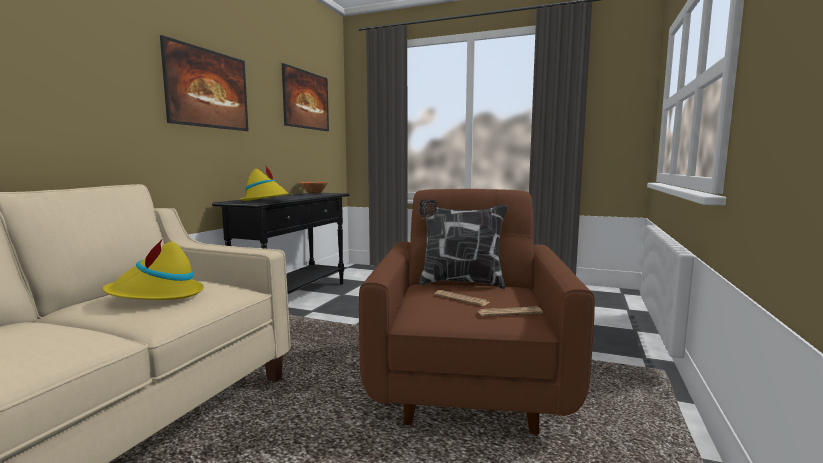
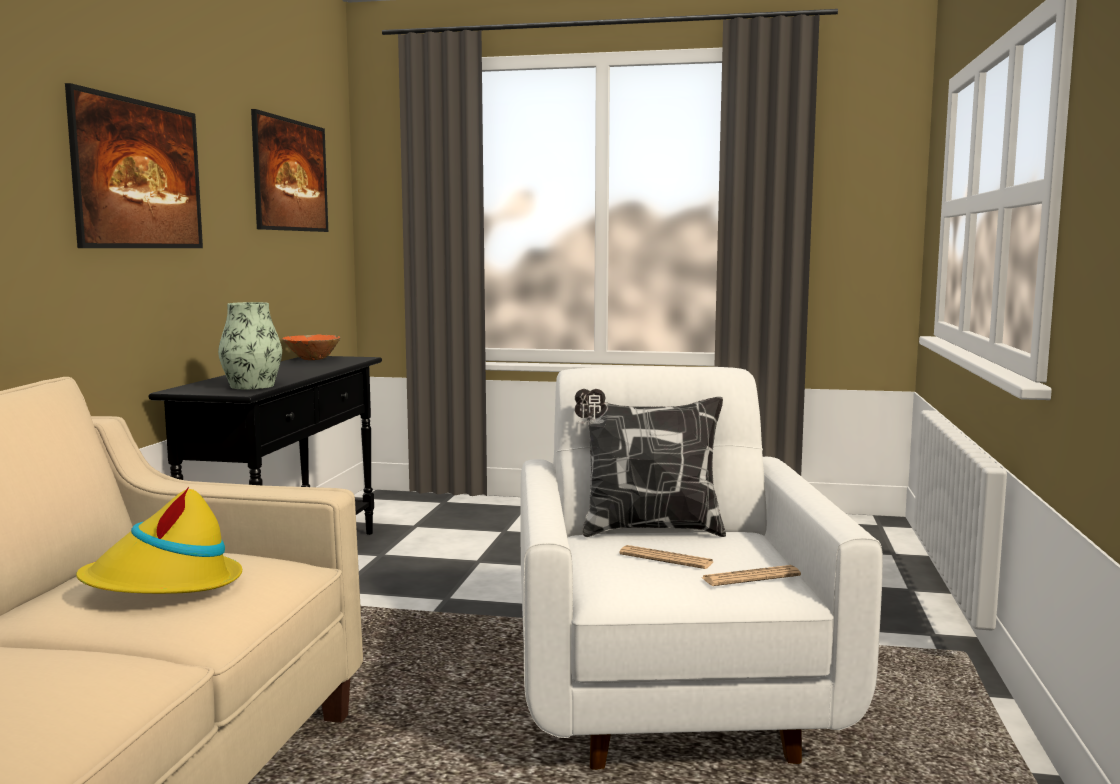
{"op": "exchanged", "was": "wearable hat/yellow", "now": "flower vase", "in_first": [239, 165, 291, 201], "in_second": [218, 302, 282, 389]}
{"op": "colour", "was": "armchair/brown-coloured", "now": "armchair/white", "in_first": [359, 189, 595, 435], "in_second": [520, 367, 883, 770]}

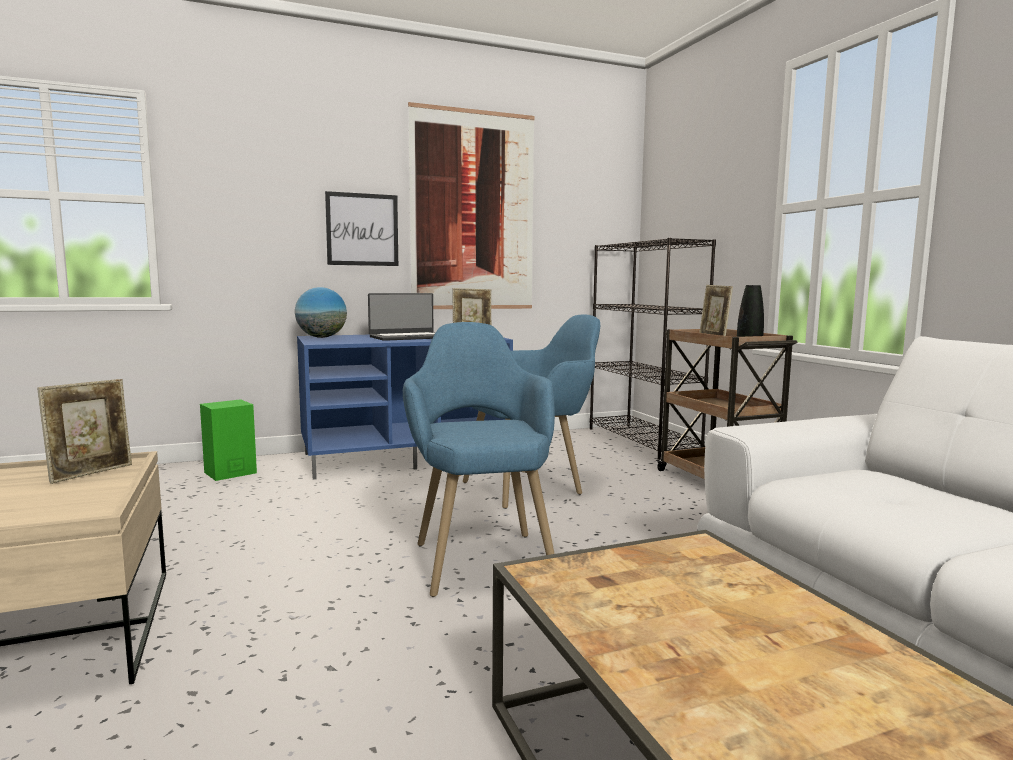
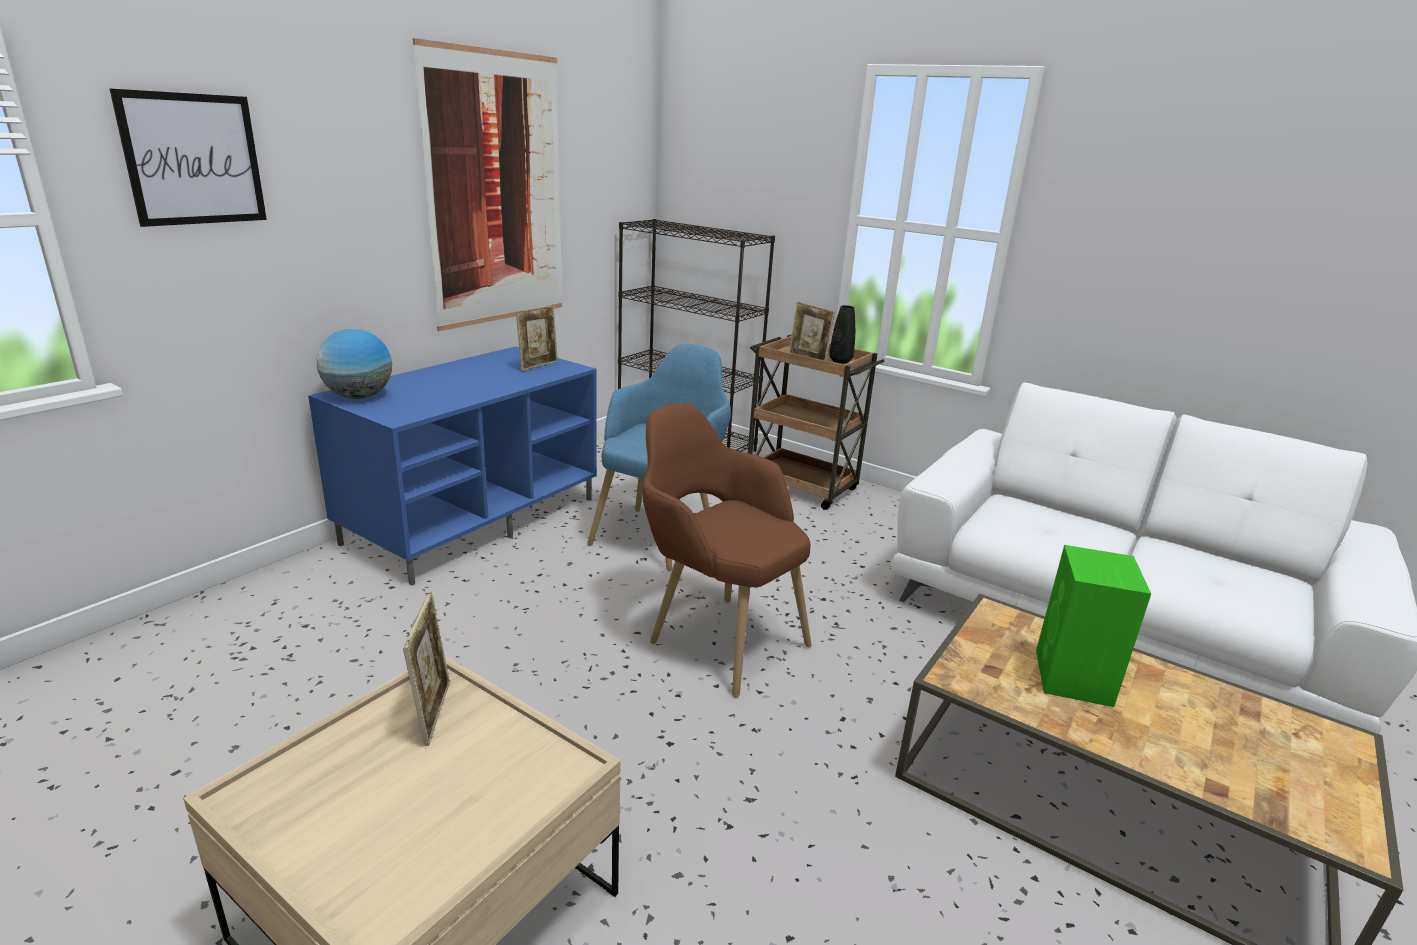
{"op": "relocated", "was": "wall picture", "in_first": [325, 191, 398, 266], "in_second": [109, 88, 267, 227]}
{"op": "colour", "was": "armchair/bluish", "now": "armchair/brown-coloured", "in_first": [403, 322, 555, 597], "in_second": [643, 403, 812, 697]}
{"op": "relocated", "was": "speaker/greenish", "in_first": [200, 399, 257, 481], "in_second": [1036, 545, 1151, 707]}
{"op": "missing", "was": "laptop", "in_first": [368, 293, 435, 341]}

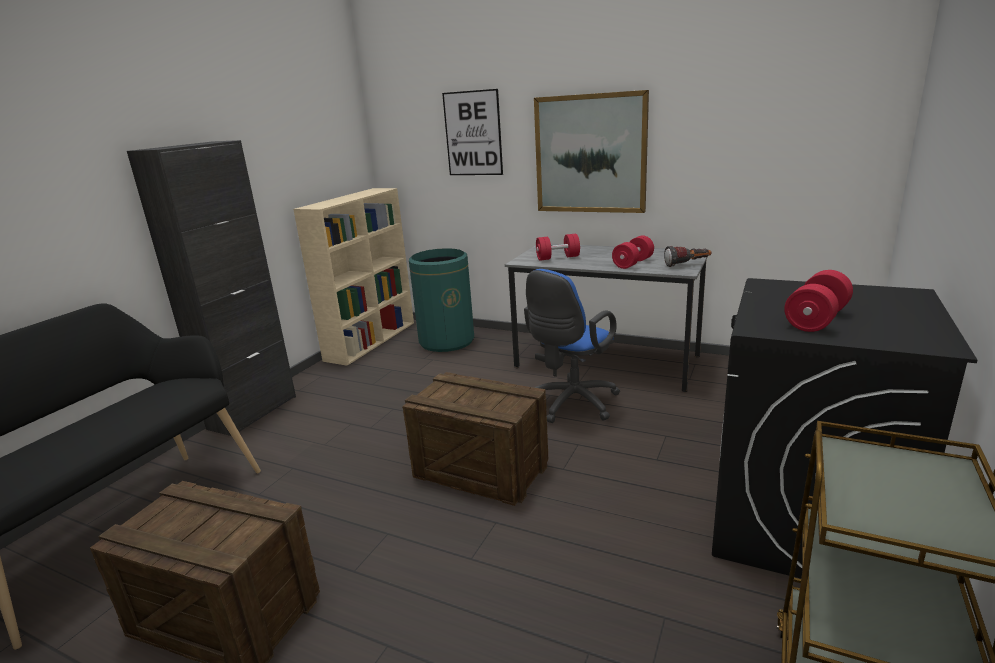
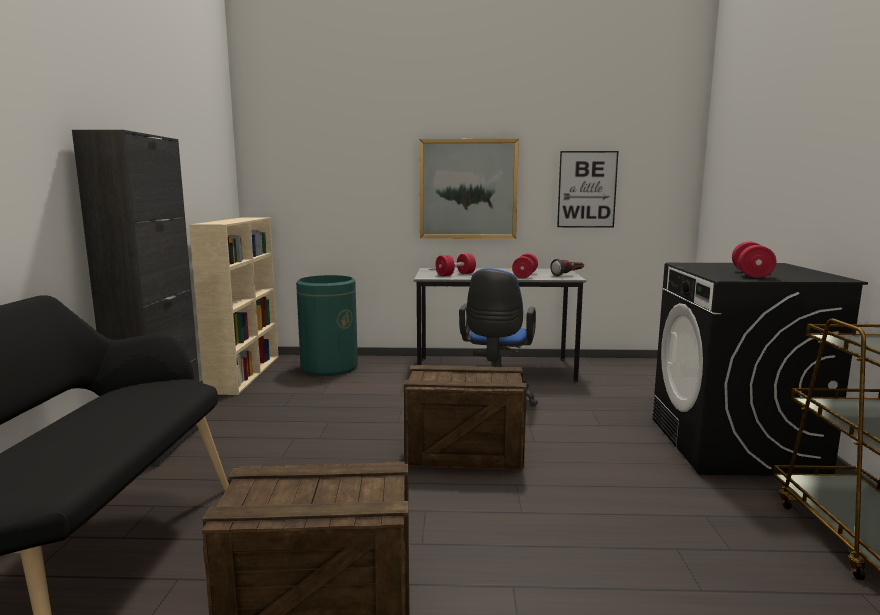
{"op": "relocated", "was": "wall picture", "in_first": [442, 89, 503, 175], "in_second": [557, 151, 618, 227]}

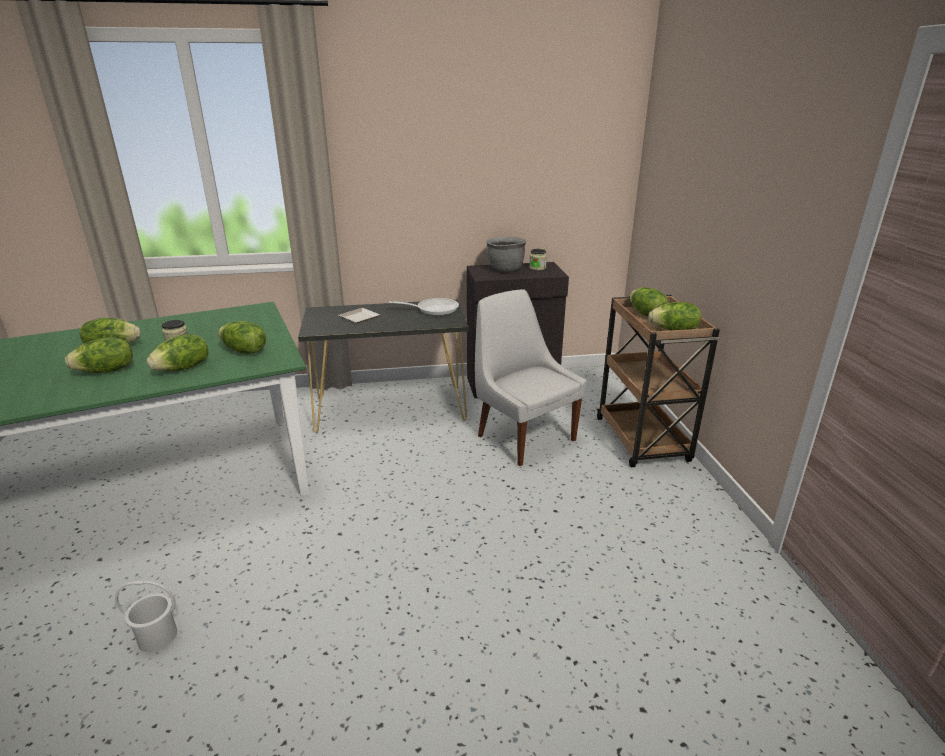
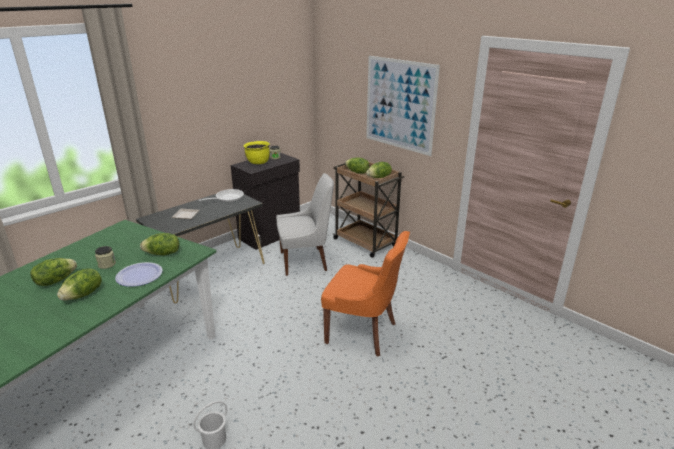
{"op": "exchanged", "was": "head of lettuce", "now": "dinner plate", "in_first": [147, 334, 209, 371], "in_second": [115, 262, 162, 287]}
{"op": "colour", "was": "cooking pot/greyish", "now": "cooking pot/yellow", "in_first": [486, 237, 526, 272], "in_second": [244, 141, 270, 164]}
{"op": "spun", "was": "plain chair/white", "in_first": [475, 289, 587, 466], "in_second": [276, 173, 334, 276], "clockwise": 150}
{"op": "appeared", "now": "plain chair/orange-coloured", "in_second": [321, 231, 410, 357]}
{"op": "appeared", "now": "wall picture", "in_second": [366, 56, 440, 156]}

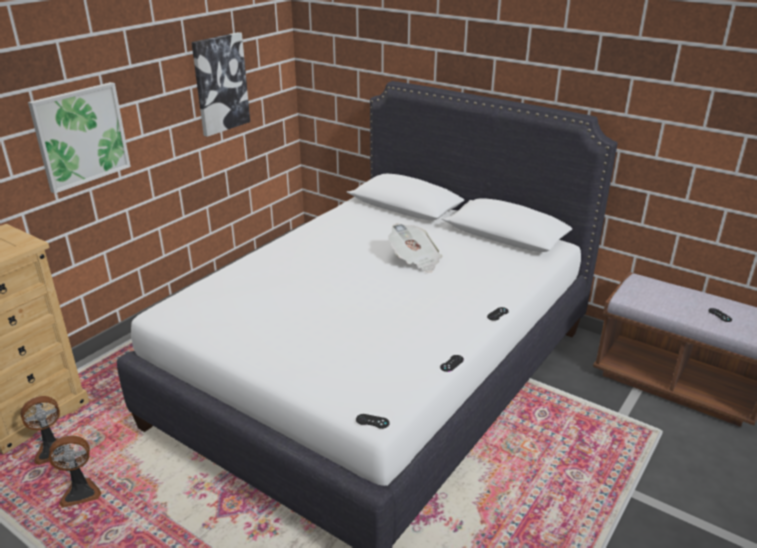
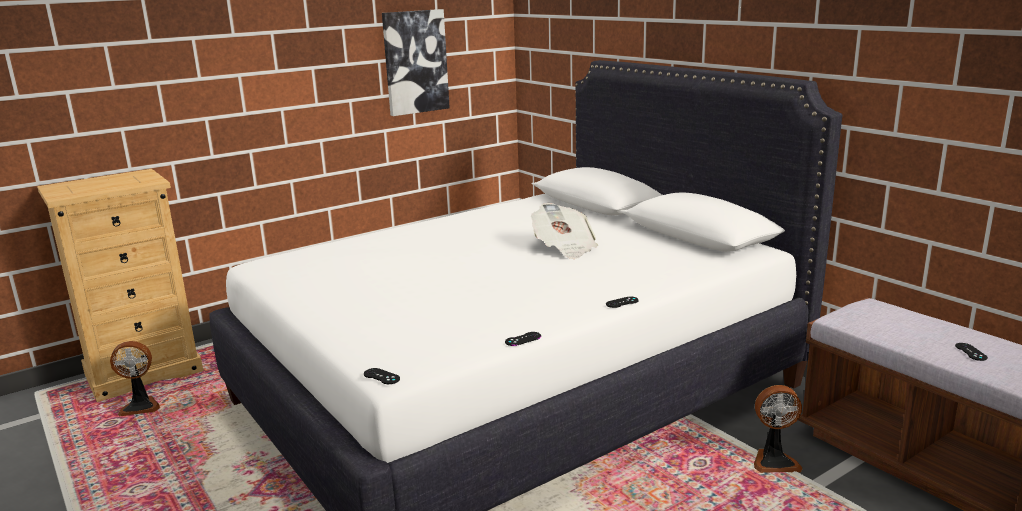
{"op": "relocated", "was": "cooling fan", "in_first": [49, 435, 101, 508], "in_second": [754, 385, 802, 473]}
{"op": "missing", "was": "wall picture", "in_first": [28, 82, 131, 194]}

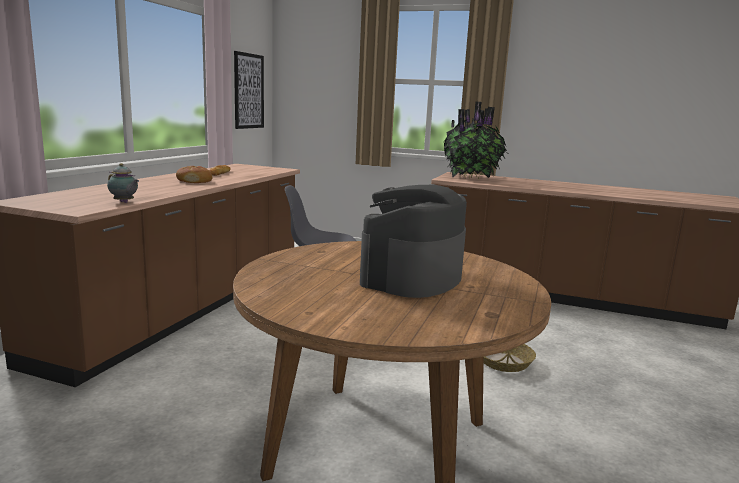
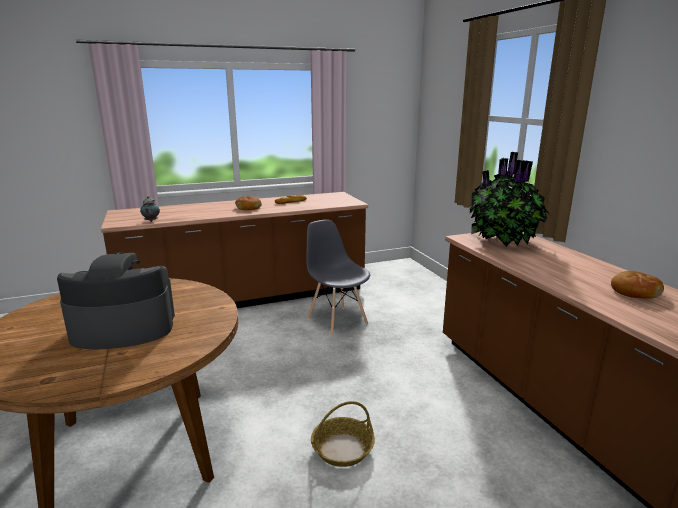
{"op": "appeared", "now": "bakery bread", "in_second": [611, 271, 664, 299]}
{"op": "missing", "was": "wall picture", "in_first": [234, 51, 264, 129]}

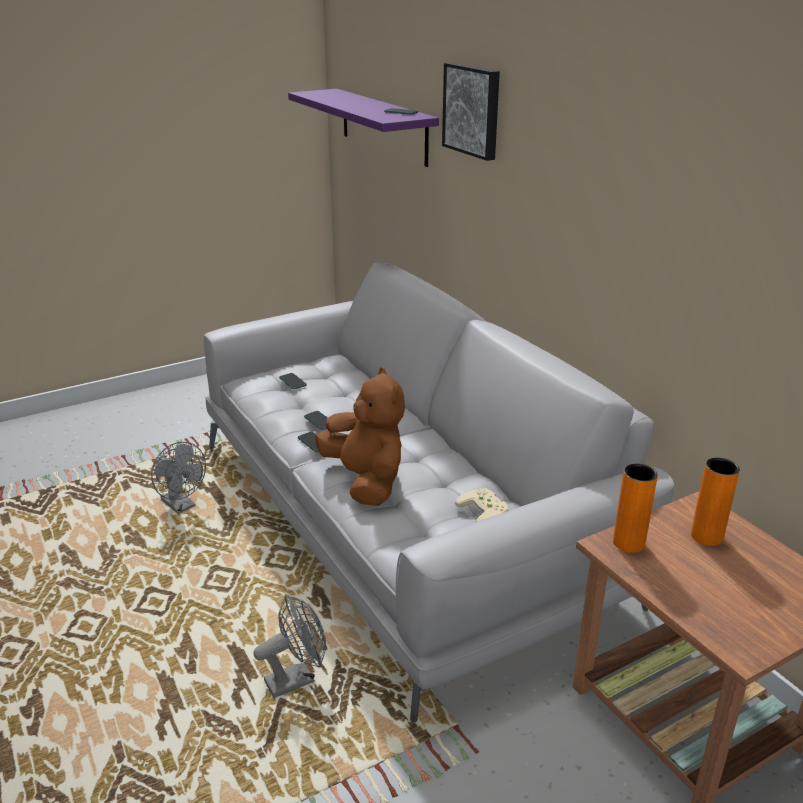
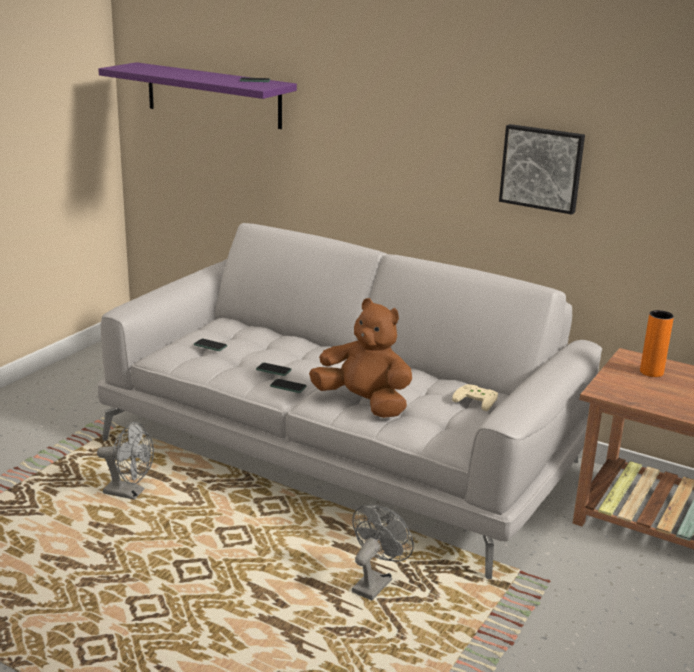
{"op": "relocated", "was": "wall picture", "in_first": [442, 62, 500, 161], "in_second": [499, 124, 585, 215]}
{"op": "missing", "was": "flower vase/orange-coloured", "in_first": [613, 464, 658, 553]}

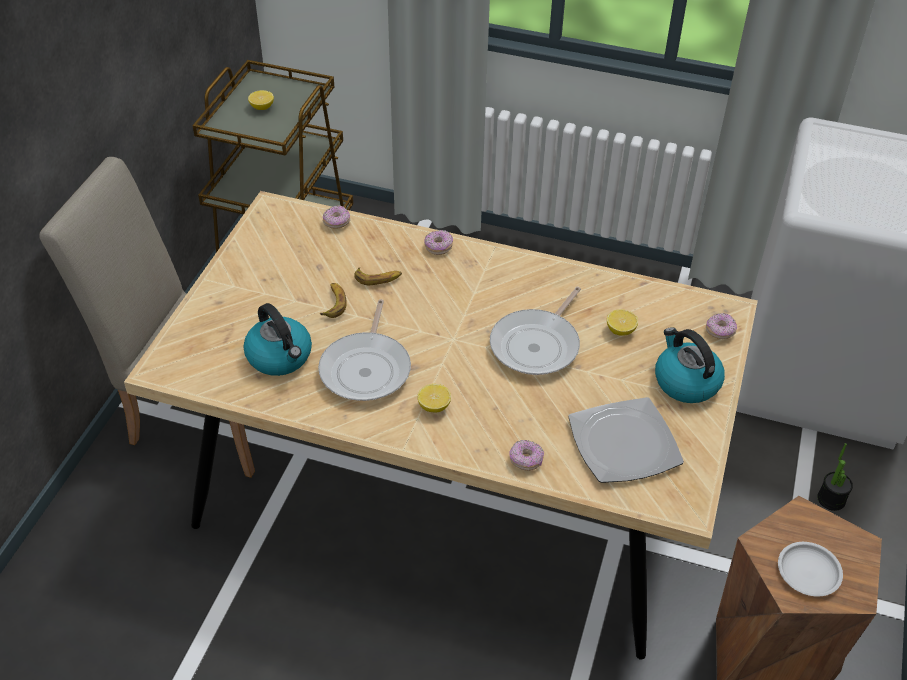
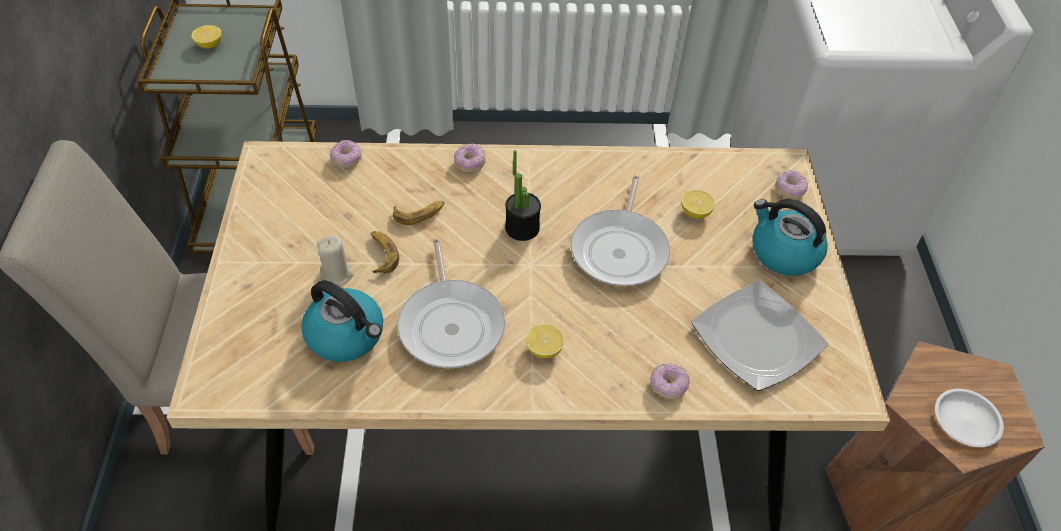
{"op": "appeared", "now": "candle/beige-coloured", "in_second": [317, 235, 353, 286]}
{"op": "relocated", "was": "houseplant", "in_first": [817, 443, 853, 511], "in_second": [505, 150, 541, 241]}

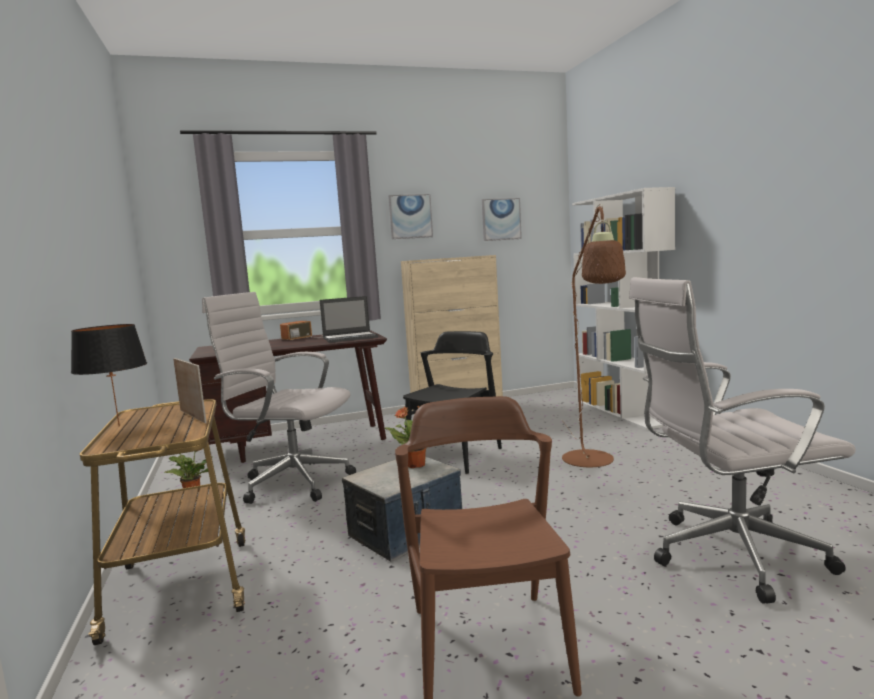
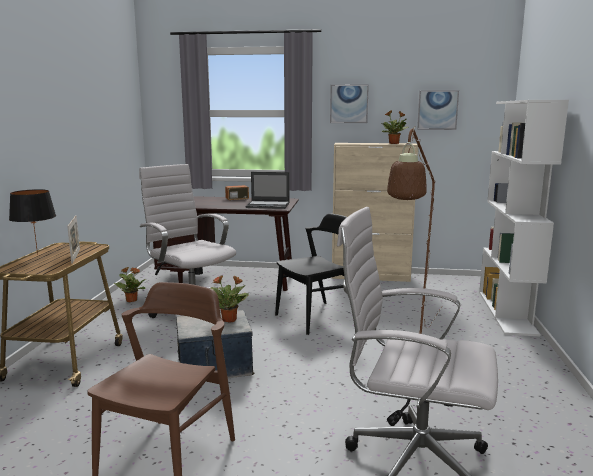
{"op": "appeared", "now": "houseplant", "in_second": [381, 110, 408, 144]}

